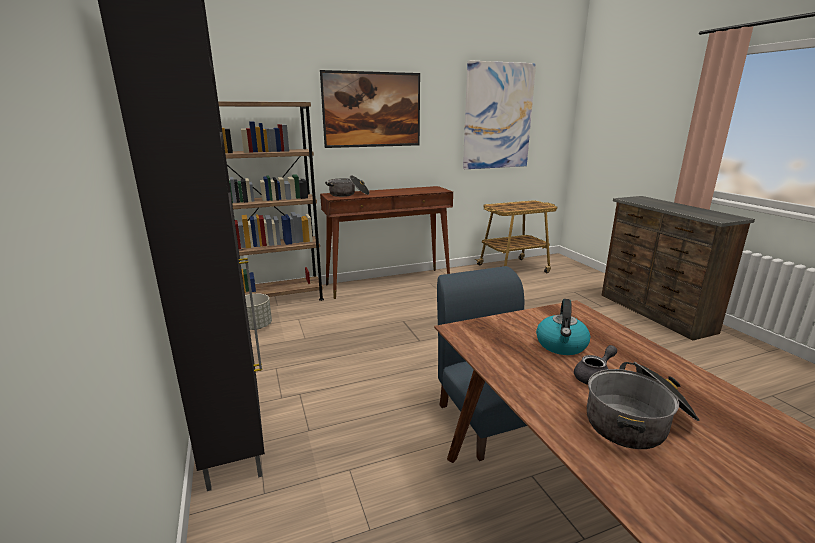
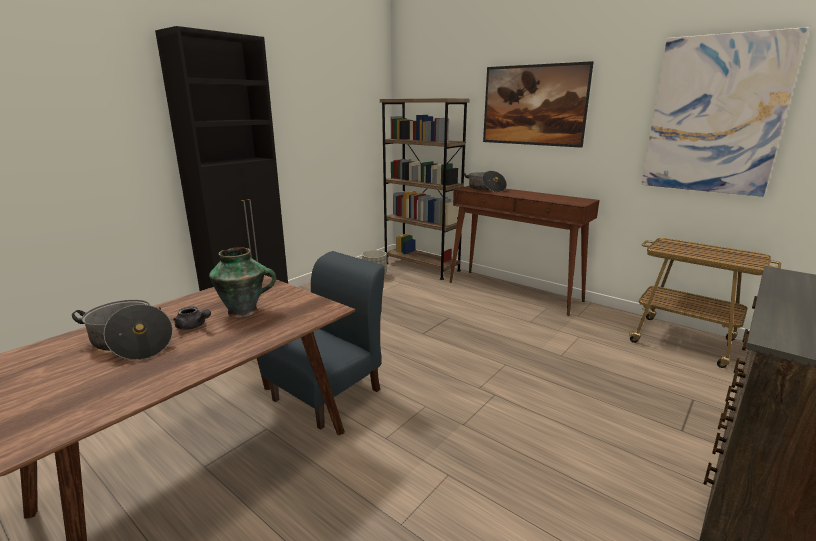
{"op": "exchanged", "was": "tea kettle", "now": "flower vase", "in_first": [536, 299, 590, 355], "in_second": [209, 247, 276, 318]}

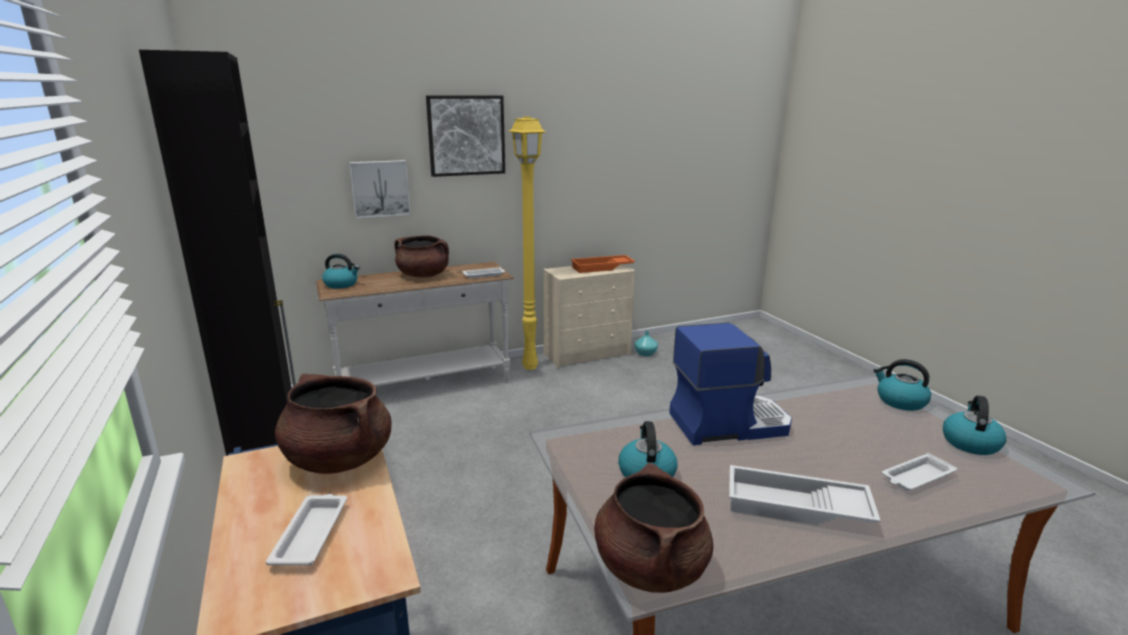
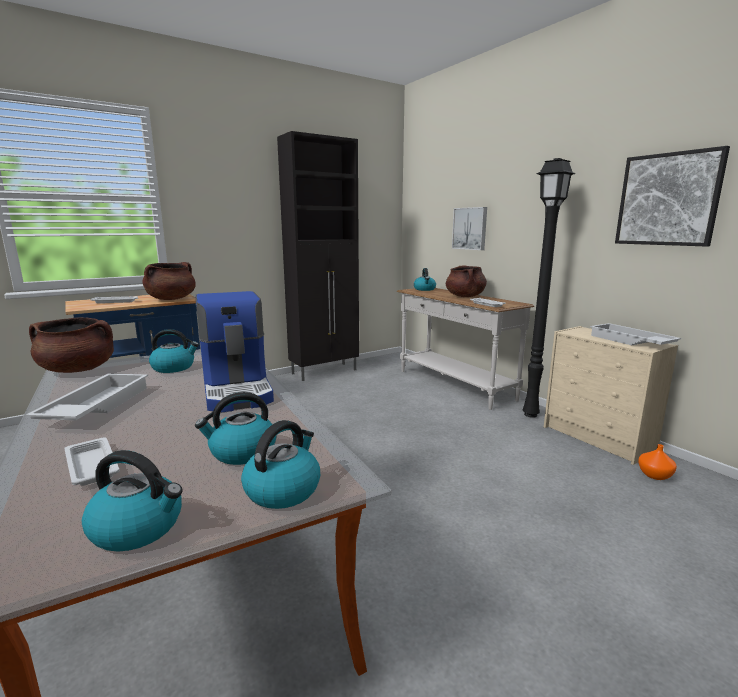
{"op": "appeared", "now": "tea kettle", "in_second": [195, 392, 276, 465]}
{"op": "colour", "was": "standing lamp/yellow", "now": "standing lamp/black", "in_first": [509, 117, 546, 370], "in_second": [523, 158, 576, 418]}
{"op": "colour", "was": "carrying tray/orange-coloured", "now": "carrying tray/white", "in_first": [571, 255, 635, 273], "in_second": [590, 323, 681, 345]}
{"op": "relocated", "was": "wall picture", "in_first": [426, 95, 505, 177], "in_second": [615, 146, 730, 247]}
{"op": "colour", "was": "flower vase/blue-green", "now": "flower vase/orange-coloured", "in_first": [635, 331, 658, 356], "in_second": [638, 444, 677, 480]}

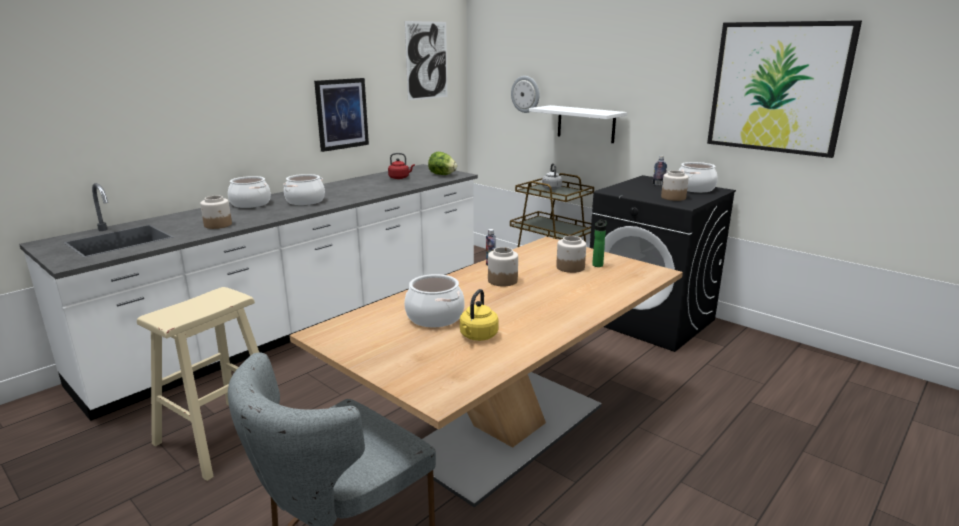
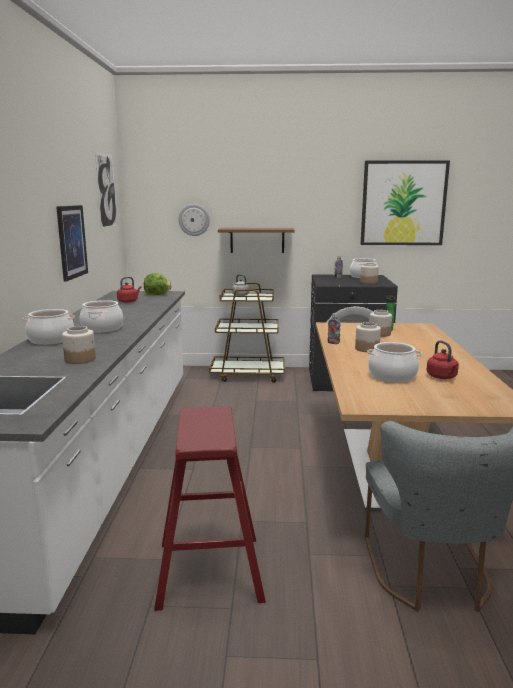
{"op": "colour", "was": "stool/beige-coloured", "now": "stool/red-coloured", "in_first": [137, 287, 260, 481], "in_second": [154, 406, 266, 611]}
{"op": "colour", "was": "wall shelf/white", "now": "wall shelf/brown-coloured", "in_first": [529, 105, 627, 143], "in_second": [218, 228, 295, 253]}
{"op": "colour", "was": "tea kettle/yellow", "now": "tea kettle/red-coloured", "in_first": [460, 289, 499, 341], "in_second": [427, 340, 459, 379]}

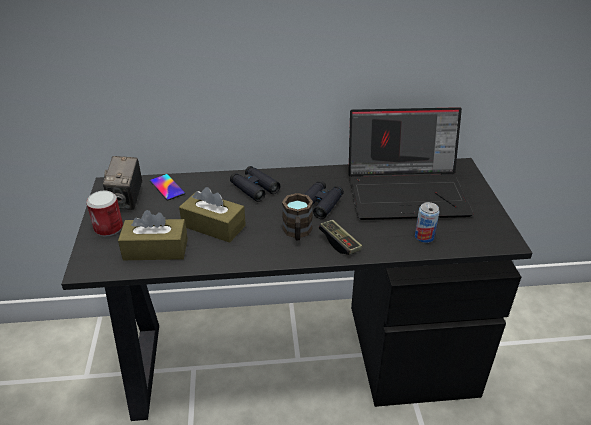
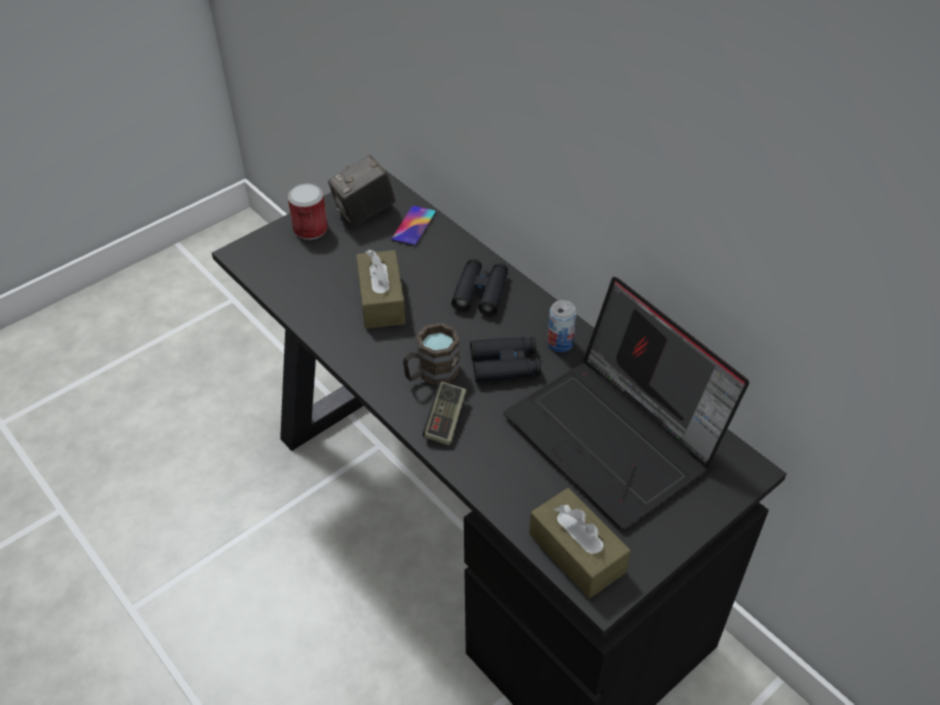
{"op": "relocated", "was": "tissue holder/brown-coloured", "in_first": [118, 210, 188, 260], "in_second": [529, 488, 631, 599]}
{"op": "relocated", "was": "sealed can", "in_first": [415, 202, 440, 243], "in_second": [547, 300, 577, 352]}

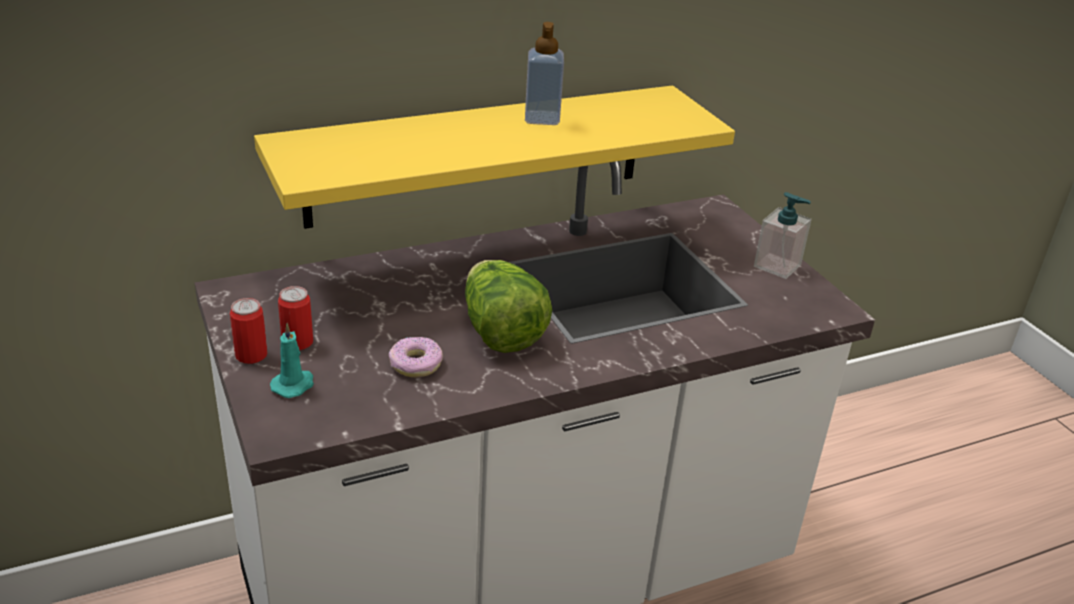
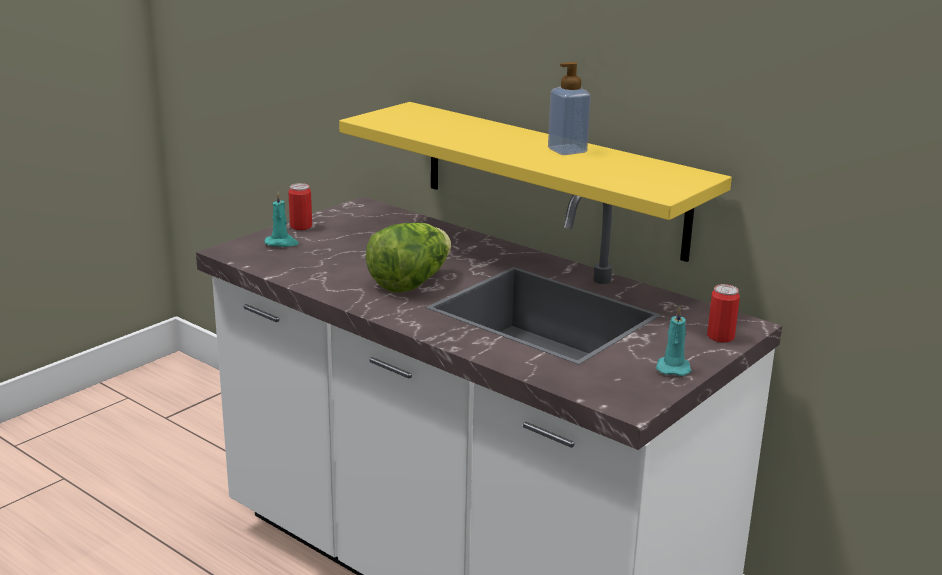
{"op": "exchanged", "was": "soap dispenser", "now": "candle/blue-green", "in_first": [754, 192, 812, 279], "in_second": [656, 306, 691, 376]}
{"op": "relocated", "was": "sealed can", "in_first": [278, 286, 313, 350], "in_second": [707, 284, 740, 342]}
{"op": "missing", "was": "donut", "in_first": [389, 337, 443, 378]}

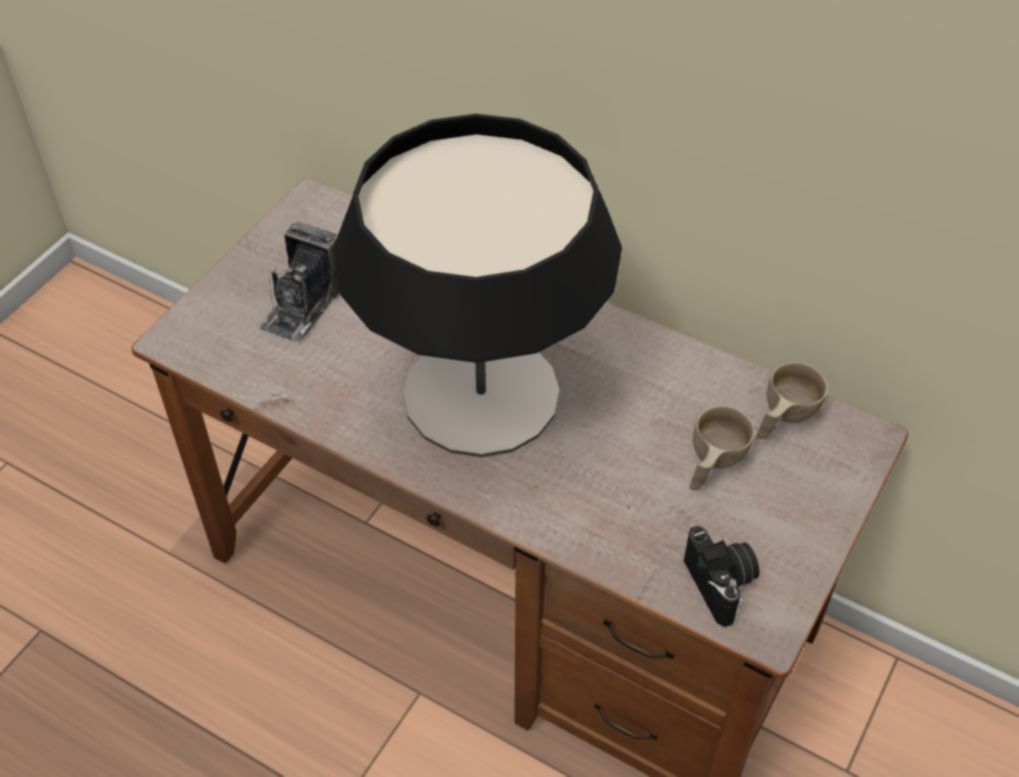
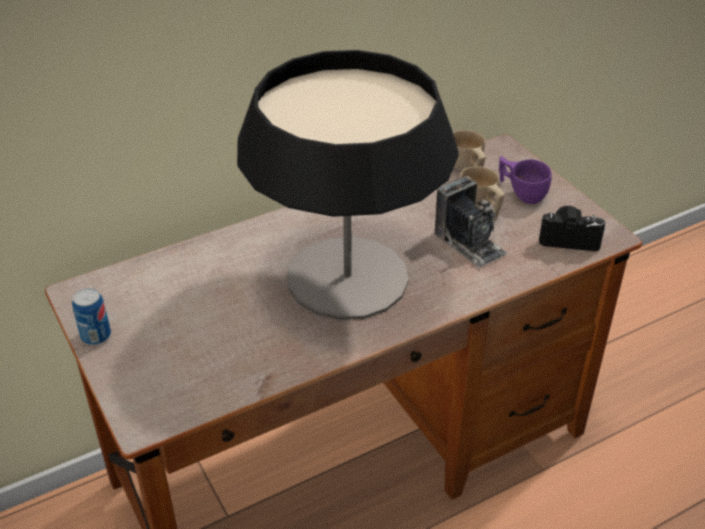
{"op": "appeared", "now": "sealed can", "in_second": [72, 288, 111, 345]}
{"op": "relocated", "was": "photo camera", "in_first": [259, 222, 340, 343], "in_second": [435, 176, 507, 268]}
{"op": "appeared", "now": "drinking cup/purple-coloured", "in_second": [499, 156, 552, 204]}

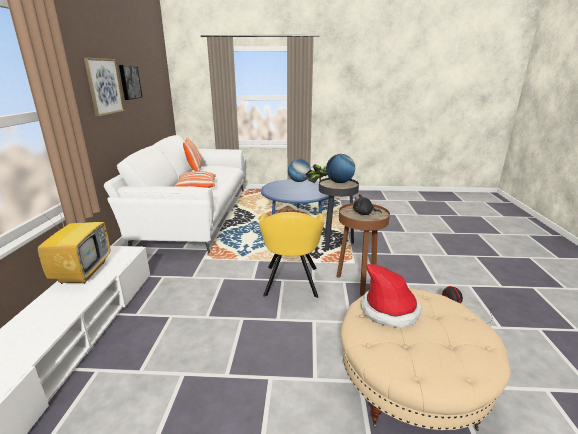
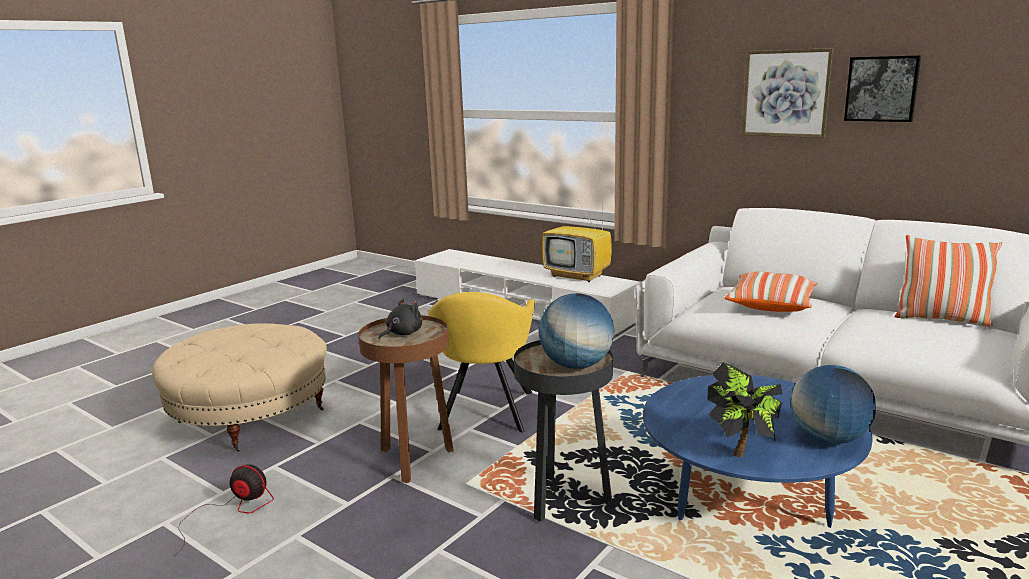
{"op": "spun", "was": "armchair/yellow", "in_first": [259, 212, 324, 298], "in_second": [429, 292, 535, 432], "clockwise": -120}
{"op": "missing", "was": "wearable hat", "in_first": [361, 264, 422, 328]}

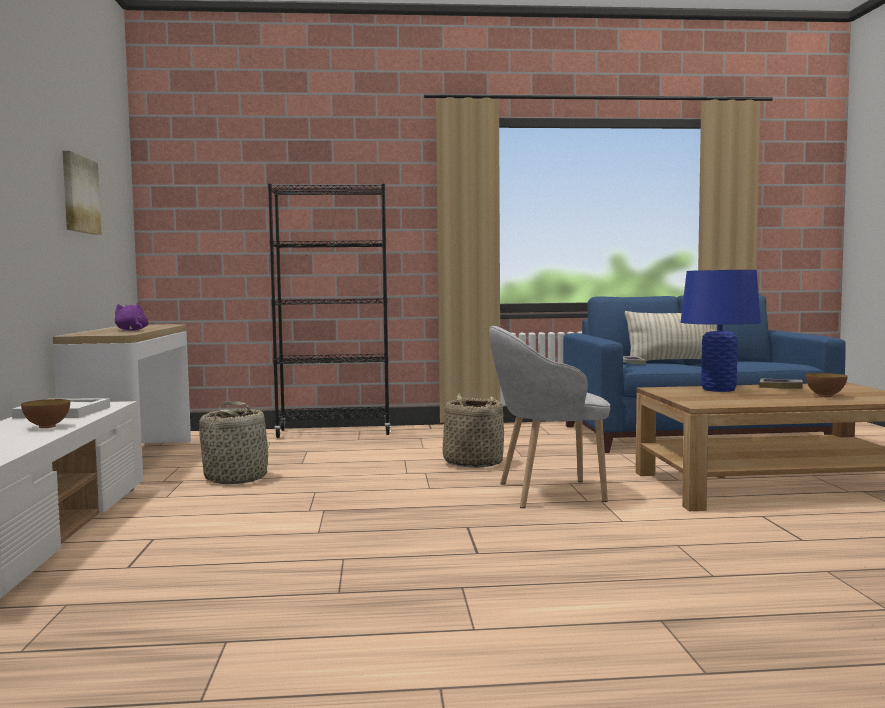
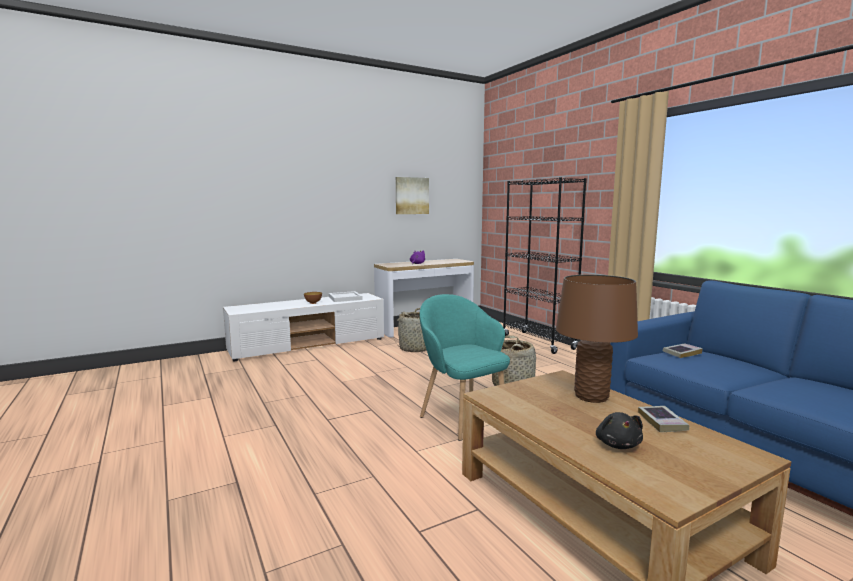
{"op": "colour", "was": "armchair/greyish", "now": "armchair/blue-green", "in_first": [489, 326, 610, 508], "in_second": [420, 294, 510, 441]}
{"op": "colour", "was": "tabletop lamp/bluish", "now": "tabletop lamp/brown-coloured", "in_first": [680, 270, 761, 392], "in_second": [556, 275, 638, 403]}
{"op": "exchanged", "was": "deep dish", "now": "plush toy/black", "in_first": [805, 373, 848, 397], "in_second": [596, 412, 643, 449]}
{"op": "missing", "was": "throw pillow", "in_first": [625, 311, 717, 361]}

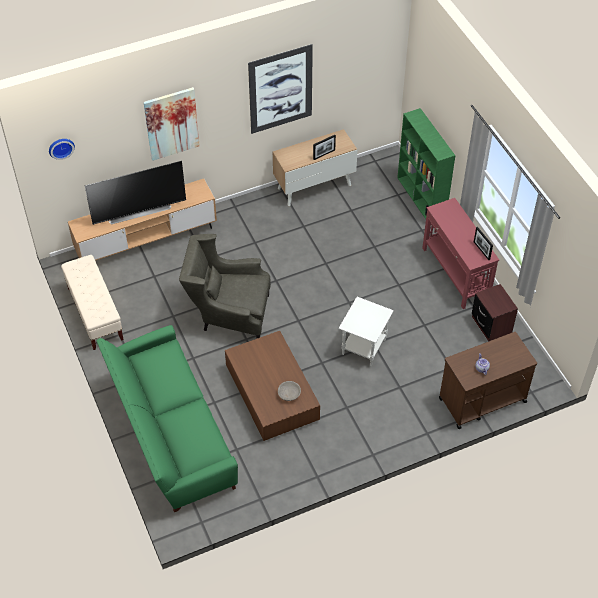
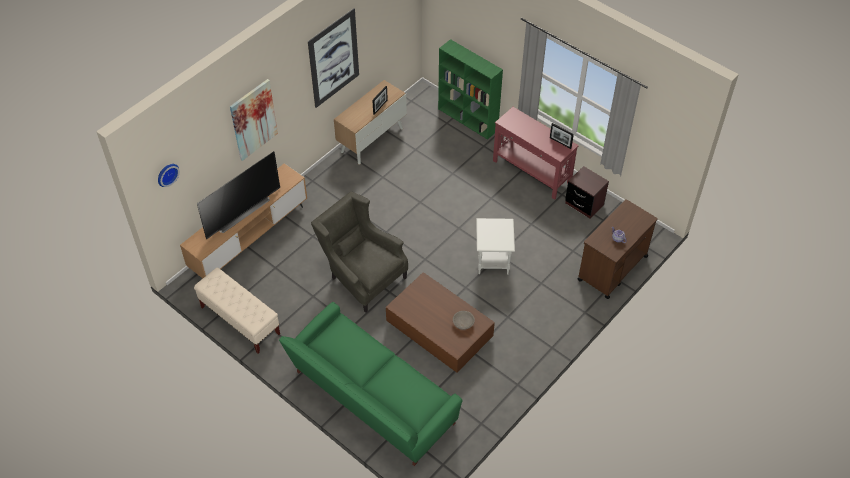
{"op": "spun", "was": "armchair/greyish", "in_first": [179, 234, 271, 338], "in_second": [311, 192, 408, 313], "clockwise": 60}

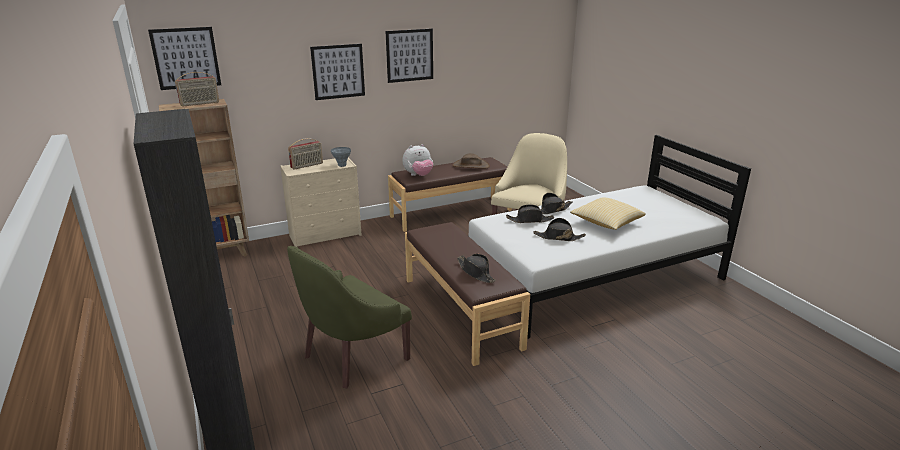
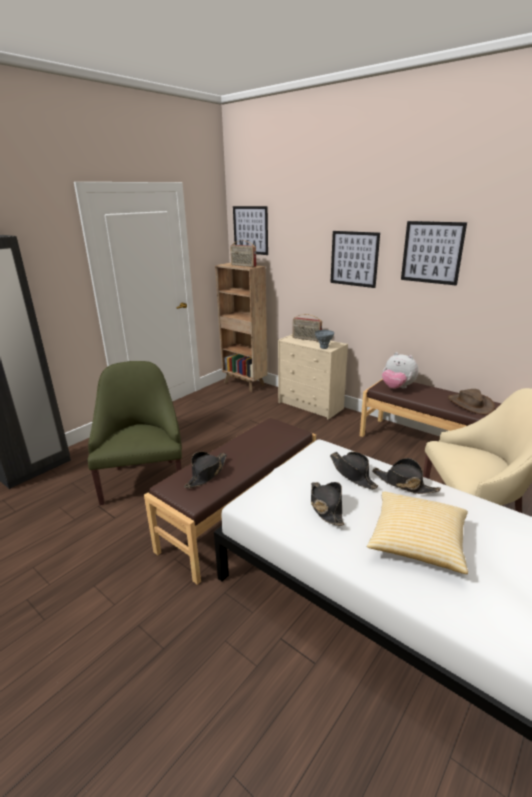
{"op": "spun", "was": "armchair/greenish", "in_first": [287, 246, 412, 388], "in_second": [88, 361, 182, 505], "clockwise": 60}

